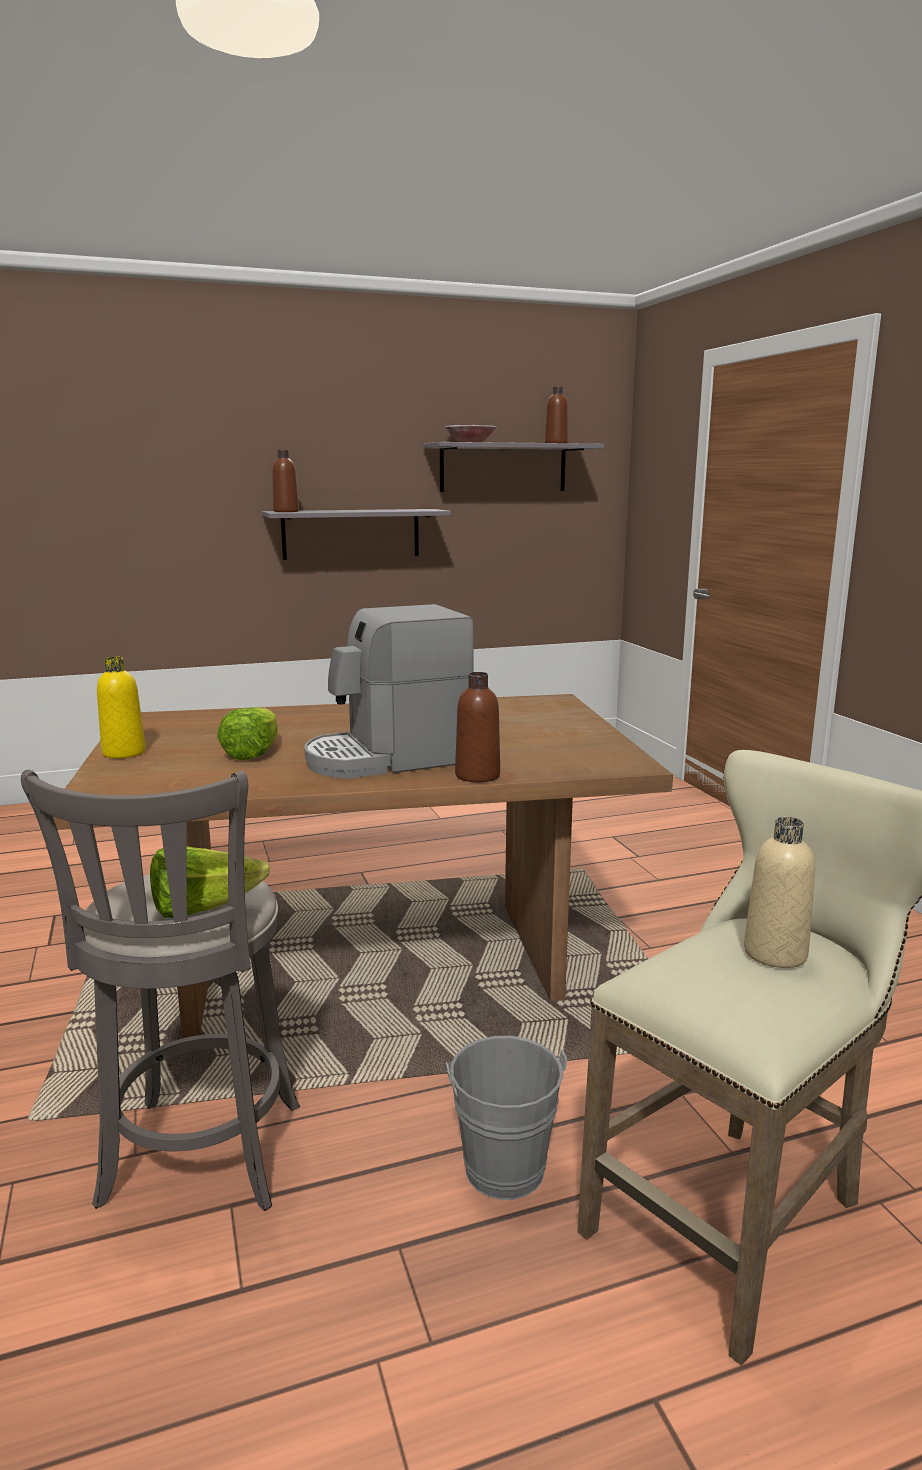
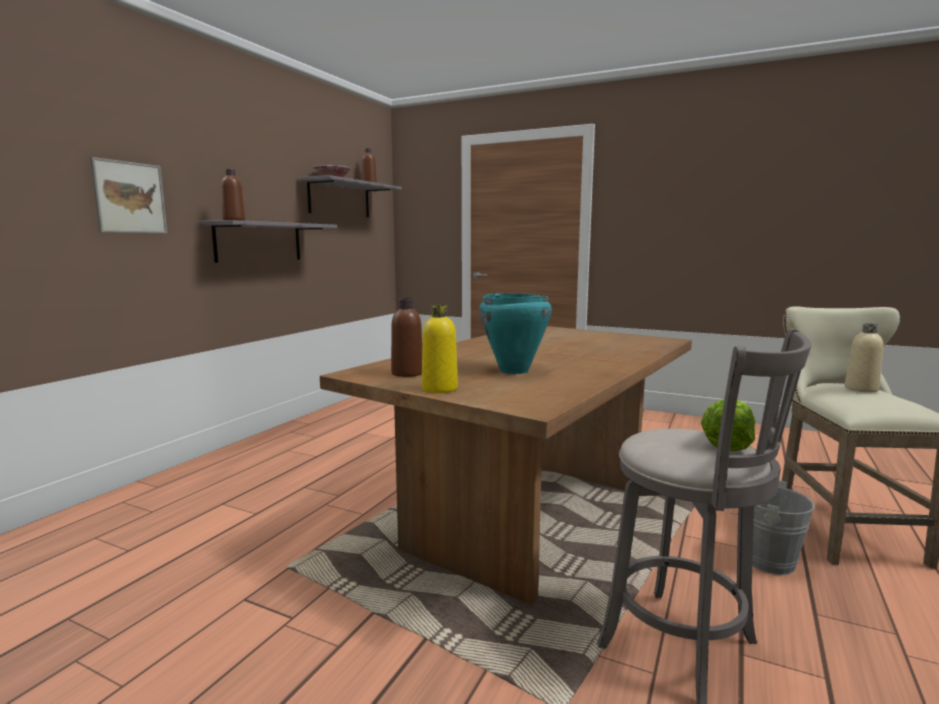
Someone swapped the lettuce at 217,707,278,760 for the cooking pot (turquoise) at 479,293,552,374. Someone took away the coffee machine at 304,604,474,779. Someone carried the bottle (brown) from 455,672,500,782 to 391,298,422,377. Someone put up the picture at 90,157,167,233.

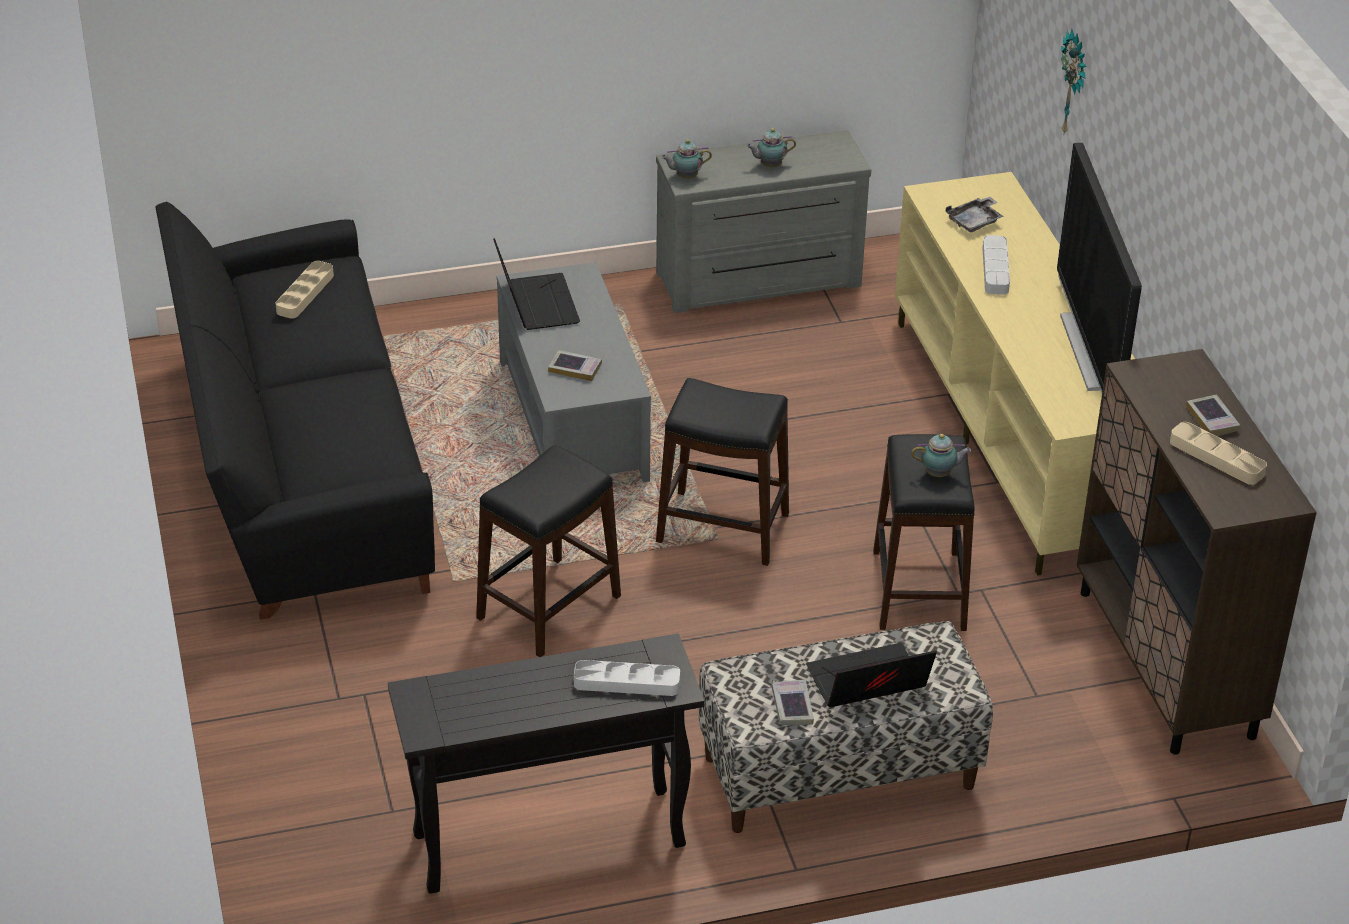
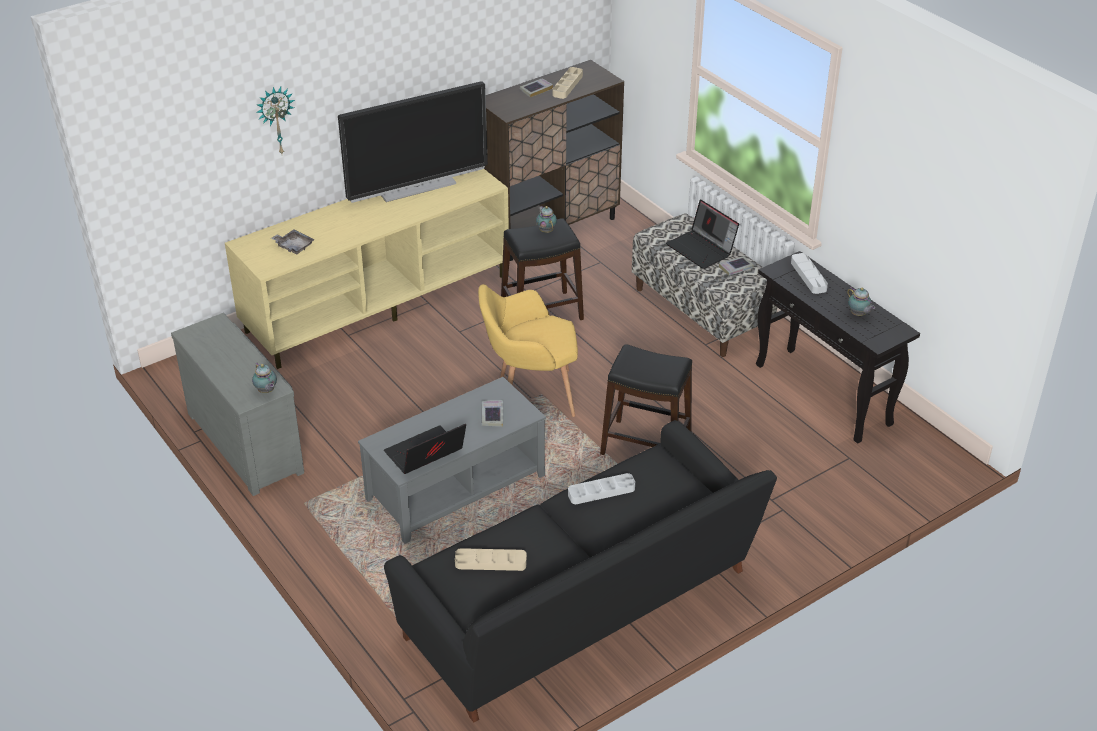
Someone swapped the stool (black) at 656,378,789,566 for the armchair (yellow) at 478,284,578,417. Someone carried the teapot from 746,128,796,167 to 847,287,875,316. Someone carried the tray (grey) from 982,235,1010,294 to 568,473,635,504.

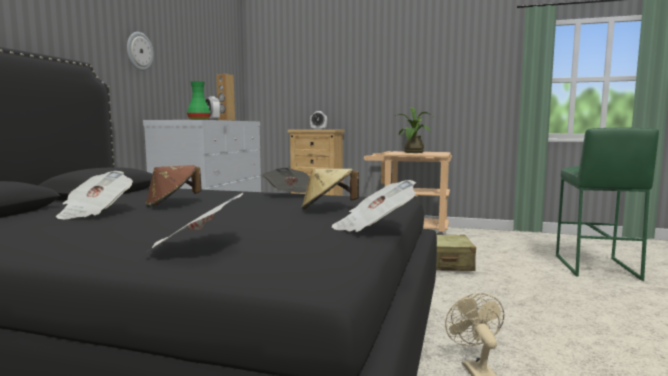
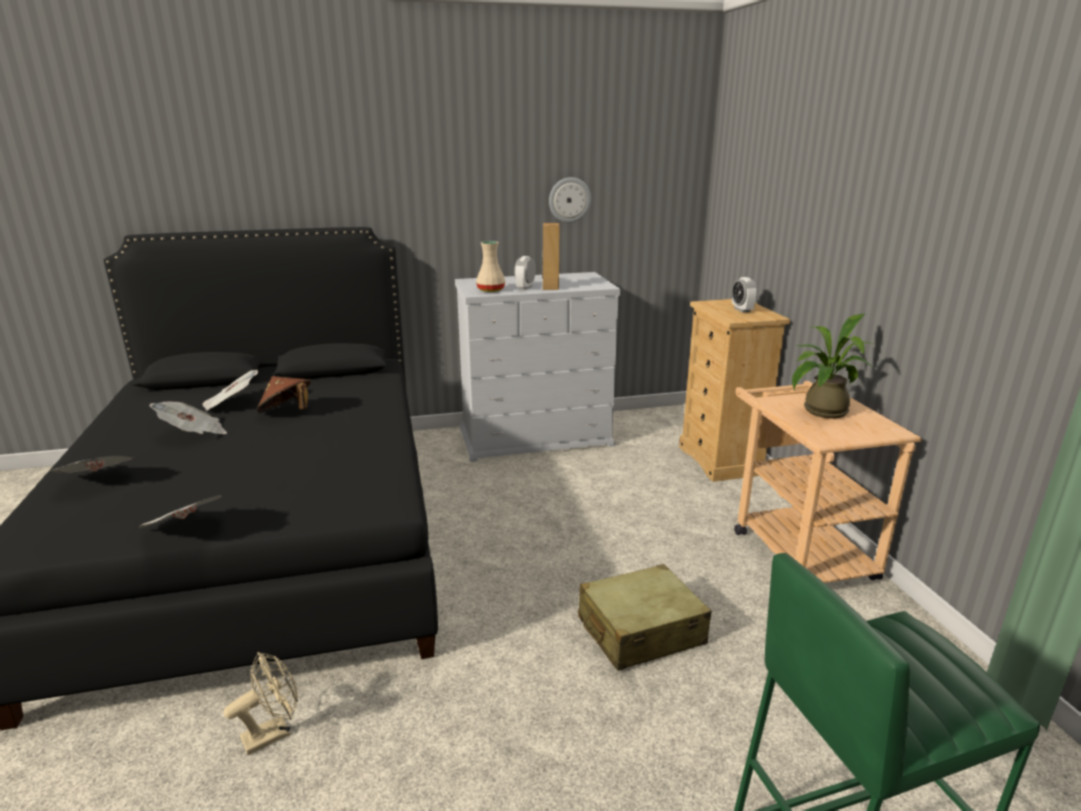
Someone carried the wall clock from 127,32,154,71 to 549,177,591,223. Someone repainted the vase (green) at 187,81,211,120, which became the vase (beige) at 476,241,505,292. Someone carried the newspaper from 262,168,310,193 to 149,402,227,434. Someone took away the hat (beige) at 301,169,359,210.

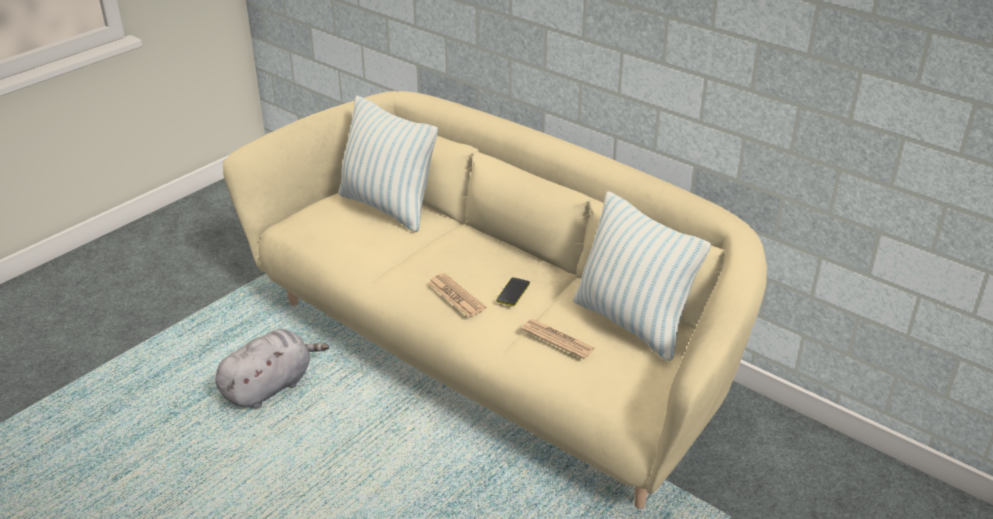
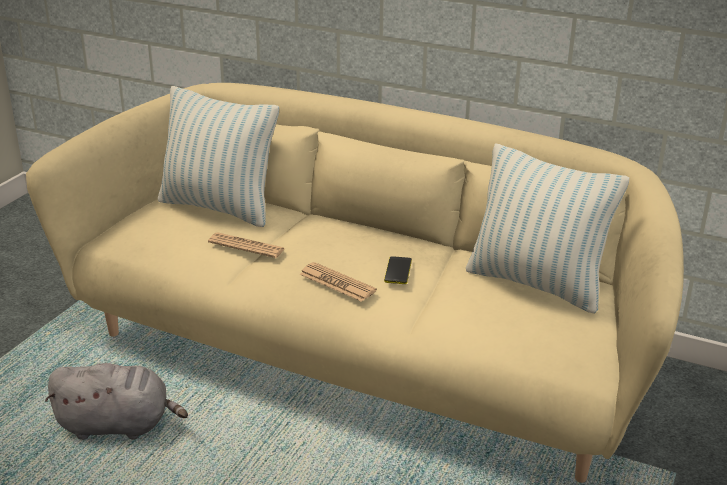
Someone rotated the plush toy (grey) at 215,329,329,409 by 60 degrees clockwise. Someone carried the newspaper from 521,319,596,359 to 208,232,285,258.

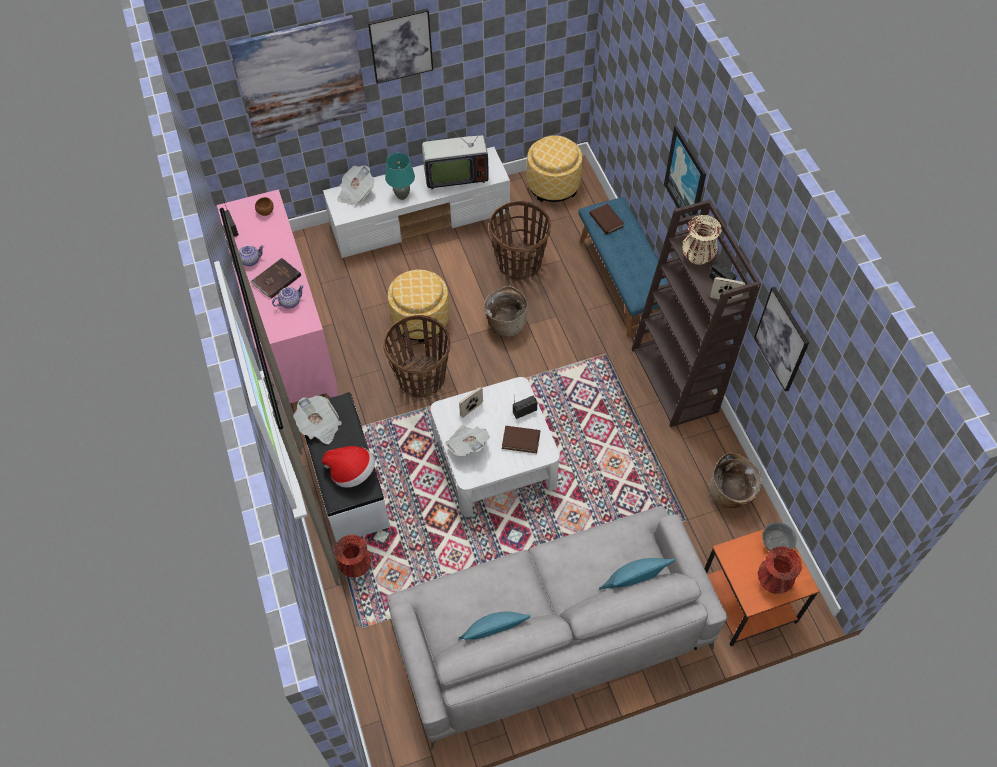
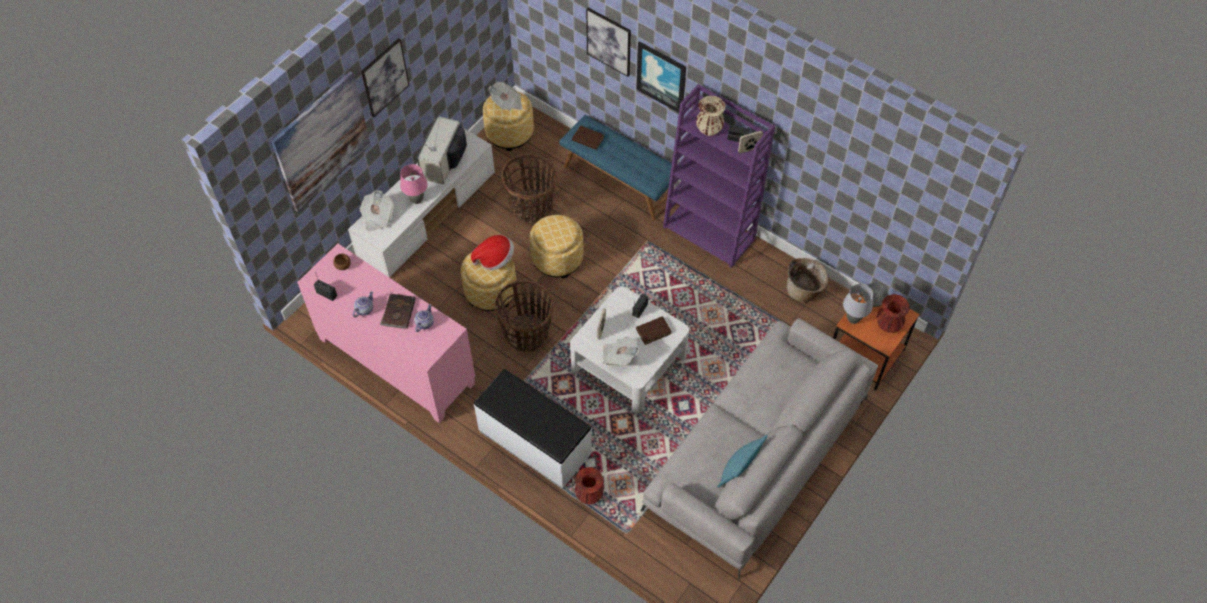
Someone carried the newspaper from 293,396,342,444 to 488,82,522,111. Someone carried the hat from 321,446,375,488 to 471,235,514,270. Someone repainted the table lamp (turquoise) at 385,153,415,200, which became the table lamp (pink) at 400,164,427,204. Someone rotated the television at 422,119,489,189 by 150 degrees clockwise. Someone swapped the basket at 484,286,528,337 for the ottoman at 530,215,584,279. Someone took away the pillow (turquoise) at 599,558,675,590. Someone repainted the bookcase (brown) at 632,200,761,427, which became the bookcase (purple) at 663,84,775,268. Someone carried the picture from 754,287,809,392 to 586,8,631,77. Someone put down the table lamp (grey) at 843,284,873,324.

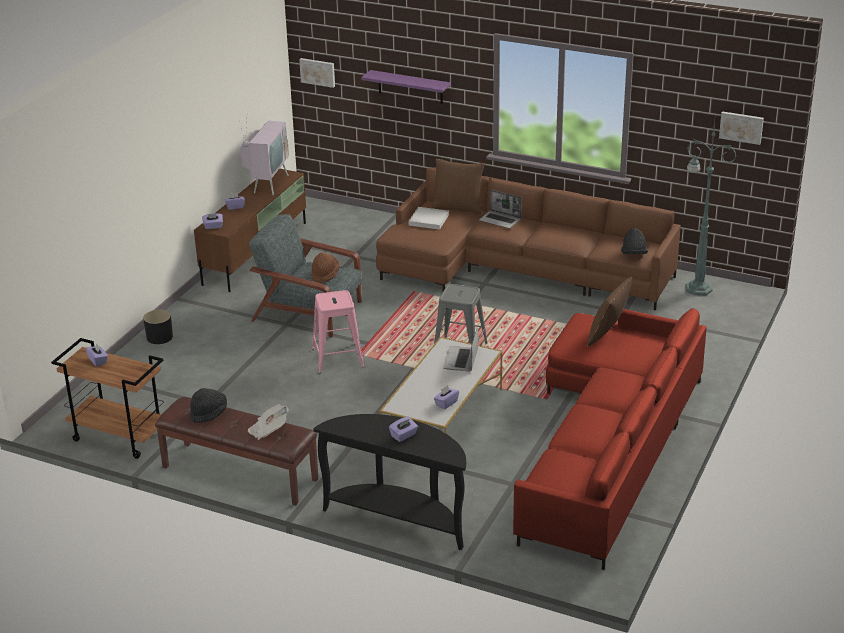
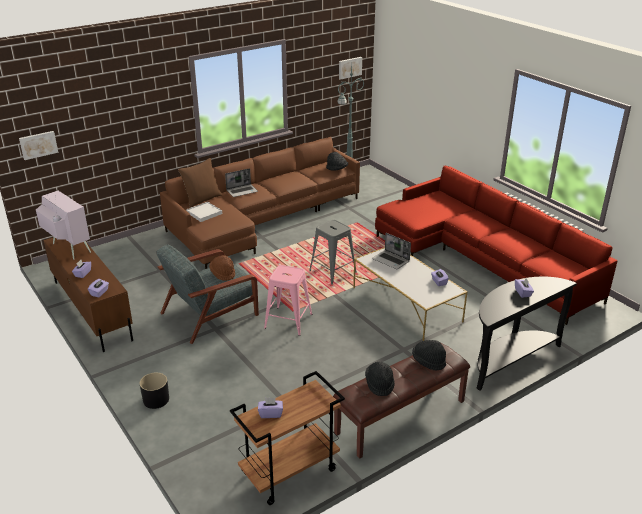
Someone swapped the newspaper at 248,404,289,440 for the hat (black) at 412,340,446,370. Someone took away the shelf (purple) at 361,70,451,104. Someone took away the pillow (brown) at 587,277,632,347.

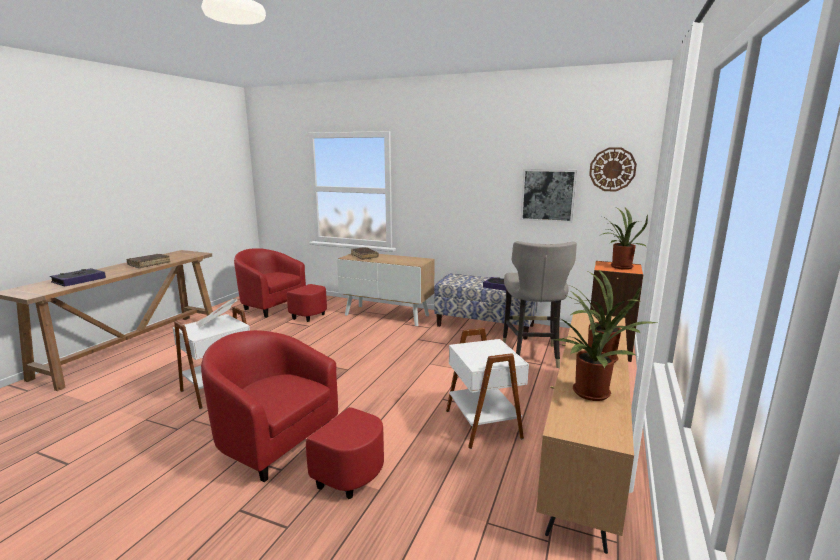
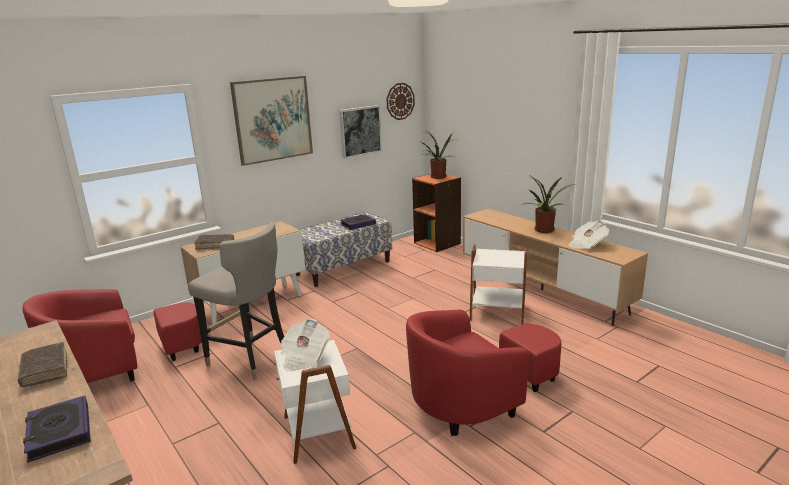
Someone carried the stool (grey) from 503,241,577,368 to 188,222,284,380. Someone swapped the potted plant at 554,292,657,401 for the newspaper at 569,221,609,249. Someone put up the picture at 230,76,313,166.

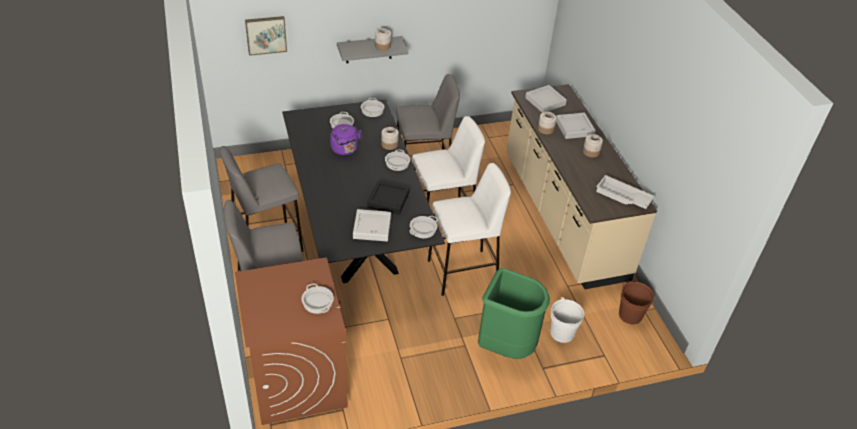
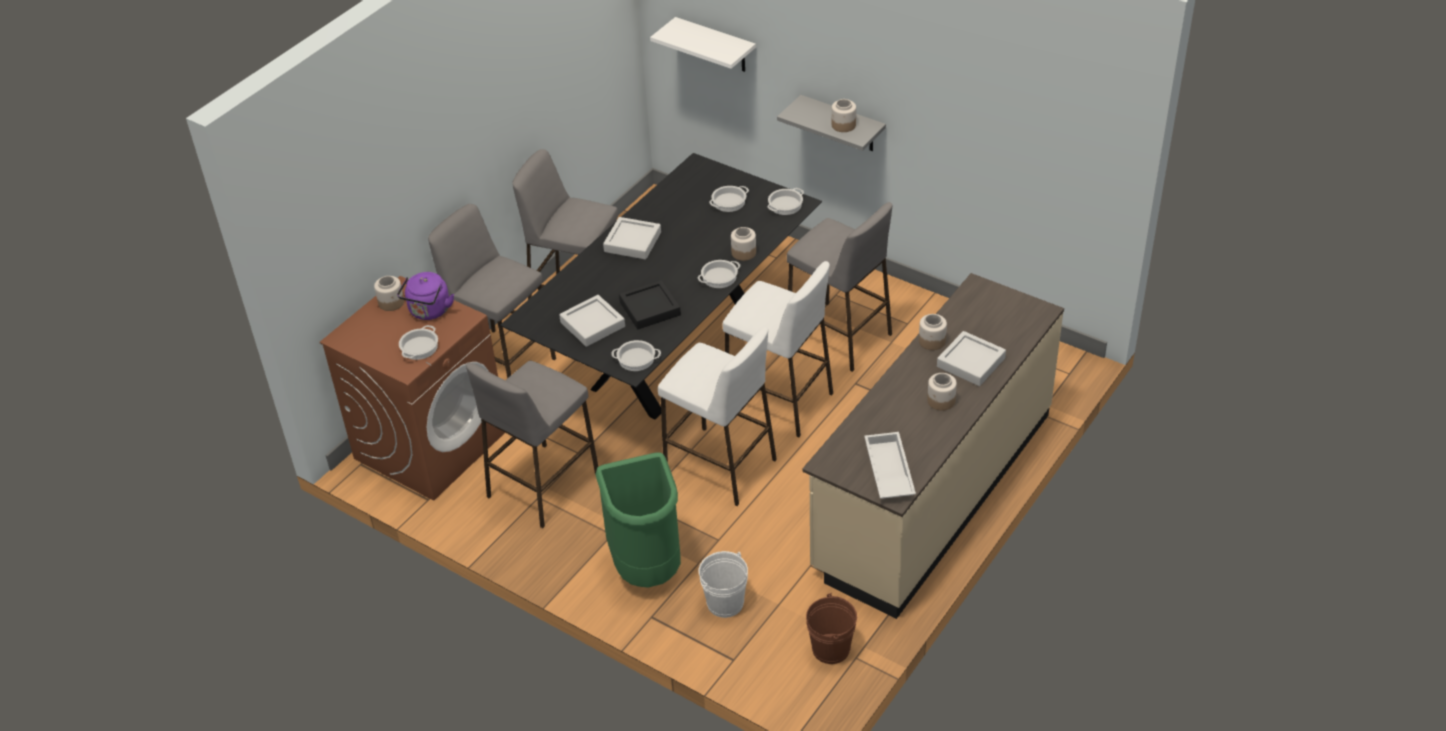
Someone swapped the picture at 245,16,287,56 for the shelf (white) at 650,17,756,72. Someone carried the kettle (purple) from 330,124,362,155 to 397,272,454,320. Someone carried the tray (grey) from 525,85,567,113 to 603,217,661,260. Someone put down the jar at 374,276,404,311. Someone put down the stool (grey) at 466,361,598,528.

